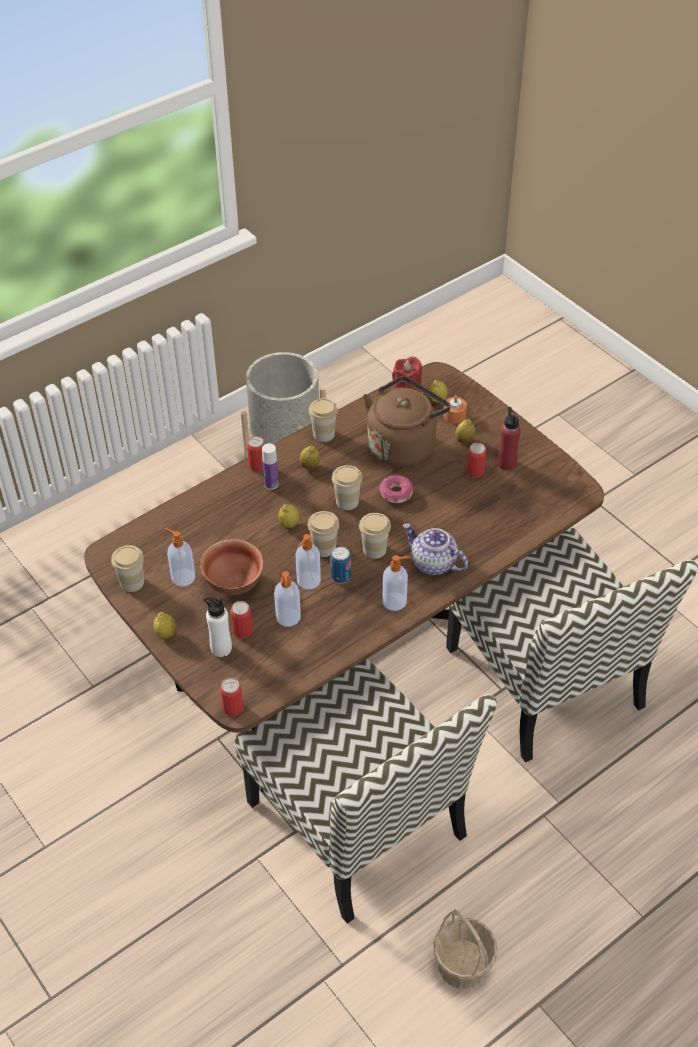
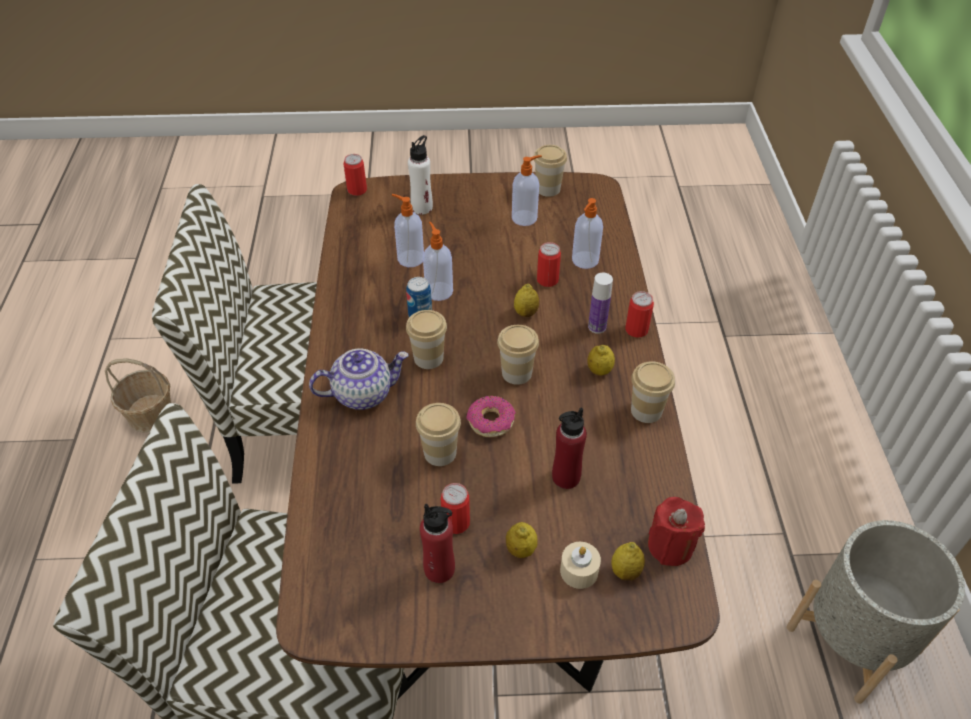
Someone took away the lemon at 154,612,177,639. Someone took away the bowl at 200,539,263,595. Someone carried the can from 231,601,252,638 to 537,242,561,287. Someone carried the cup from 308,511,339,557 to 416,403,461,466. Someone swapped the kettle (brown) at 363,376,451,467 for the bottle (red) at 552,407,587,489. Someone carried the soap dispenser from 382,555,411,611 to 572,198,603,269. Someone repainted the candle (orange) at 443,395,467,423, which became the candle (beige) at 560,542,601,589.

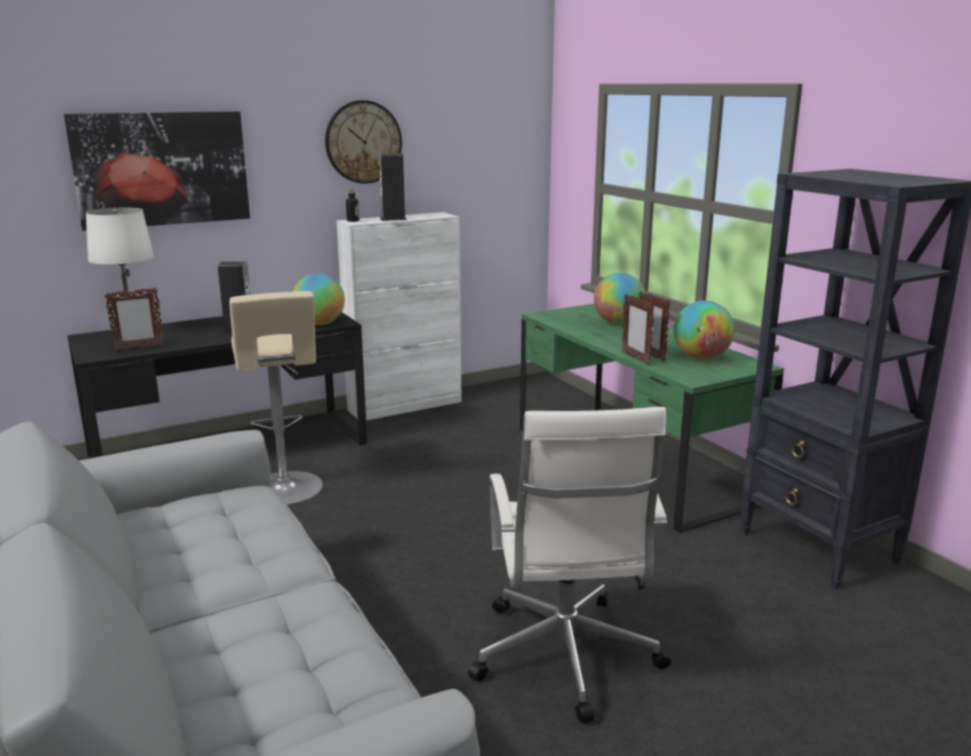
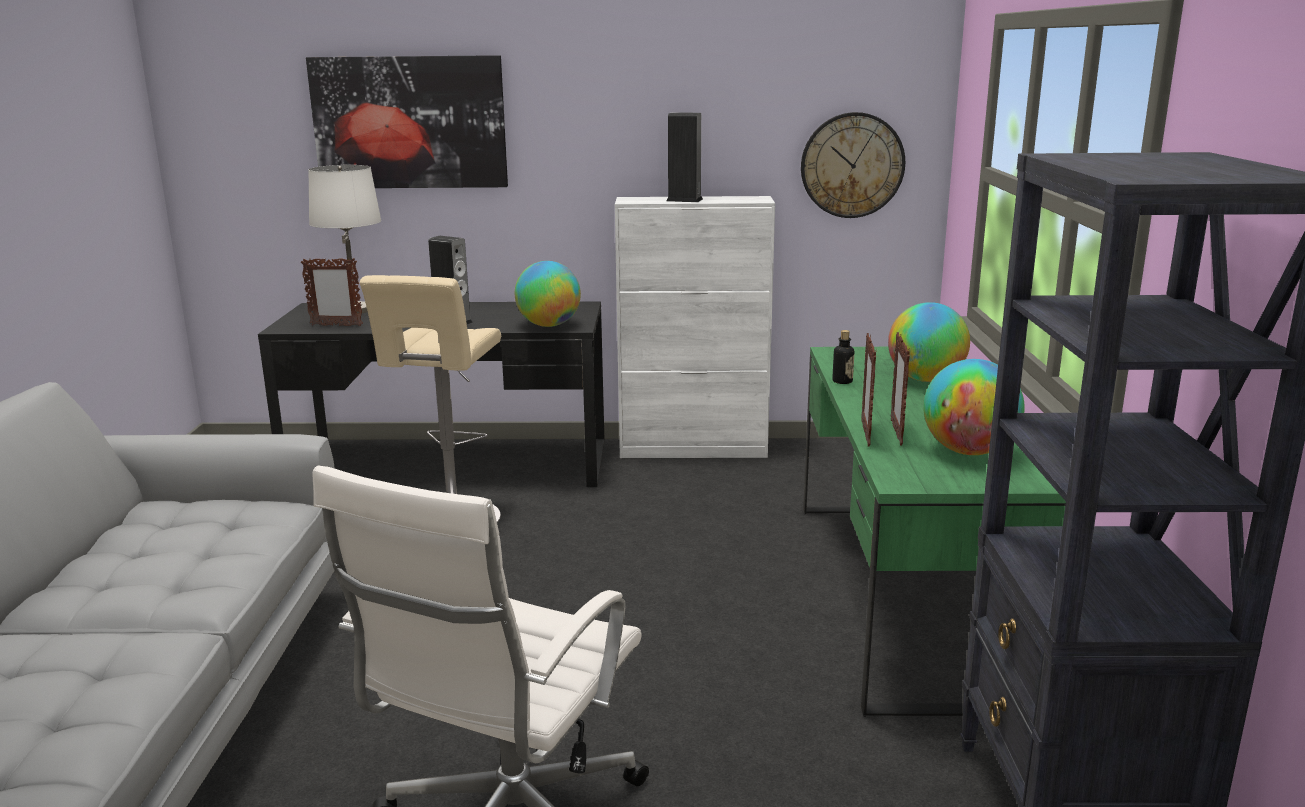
Someone carried the wall clock from 325,100,402,184 to 801,112,905,218. Someone carried the bottle from 346,188,359,222 to 832,330,854,384.

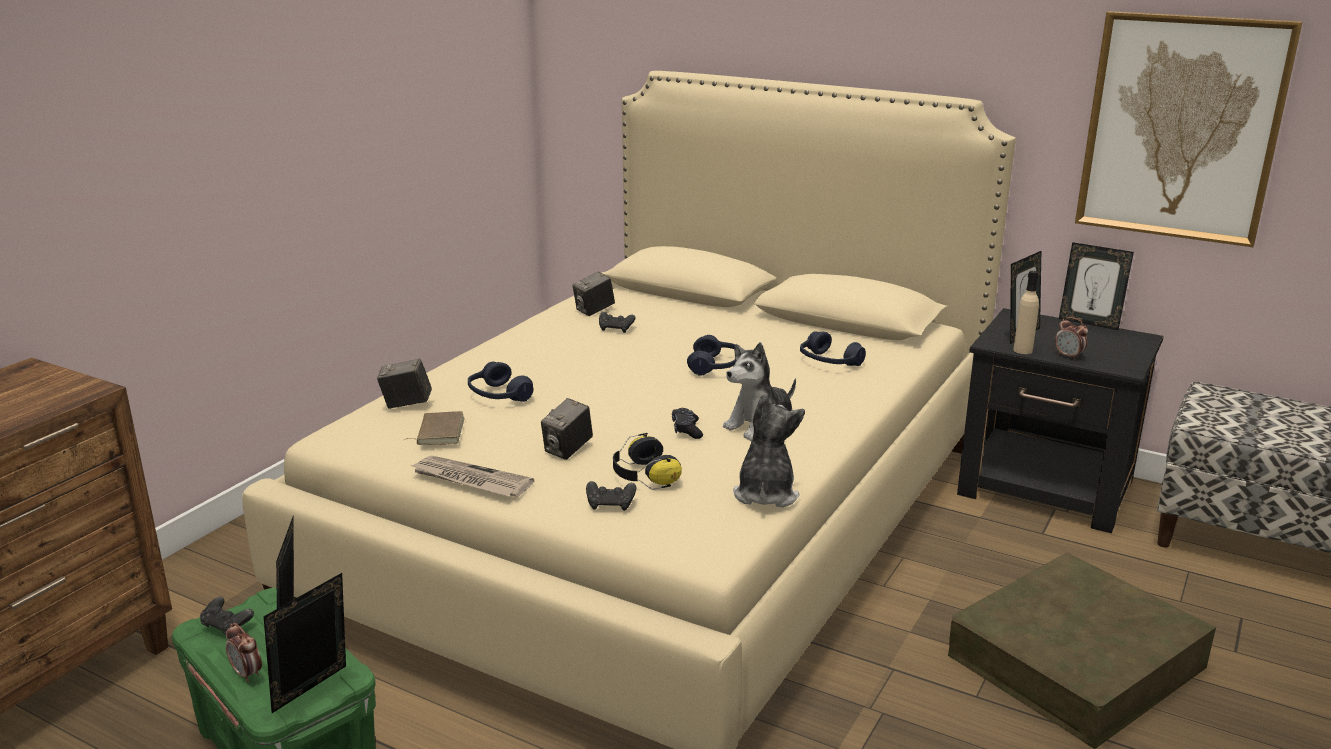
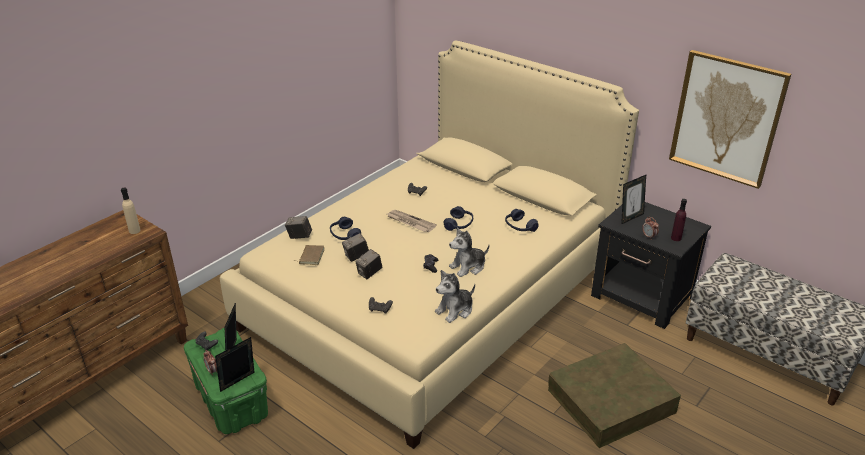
Someone carried the newspaper from 410,456,534,497 to 387,210,437,232. Someone carried the photo camera from 572,271,615,316 to 342,233,369,262. Someone took away the headphones at 613,433,682,490. Someone rotated the plush toy at 733,393,805,507 by 150 degrees counterclockwise. Someone carried the bottle (beige) from 1013,271,1039,354 to 121,188,140,234. Someone took away the picture frame at 1059,242,1134,330. Someone put down the bottle (purple) at 671,199,687,241.

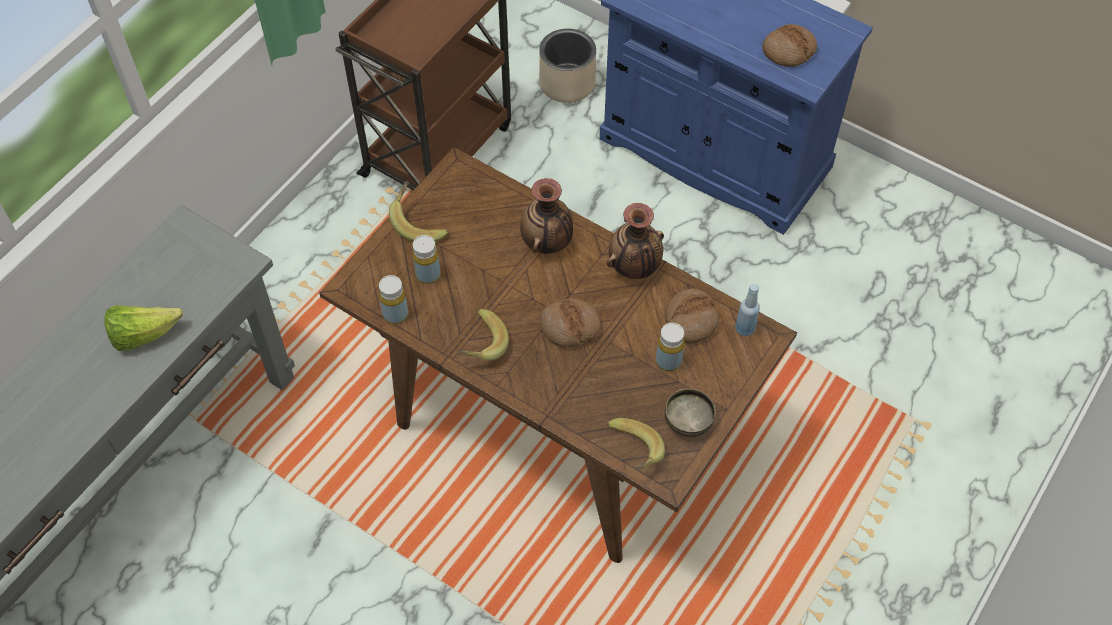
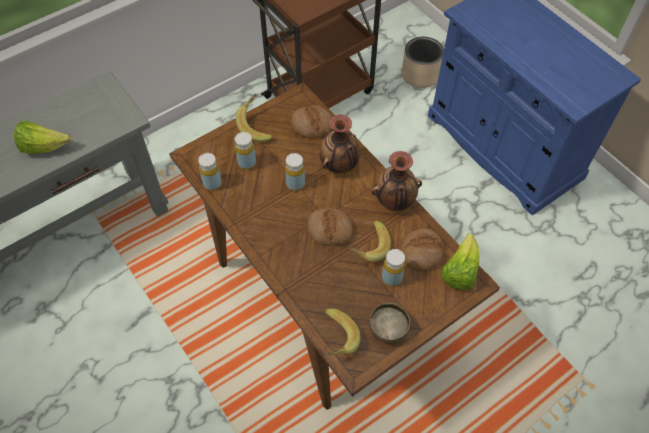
Someone carried the banana from 458,309,509,361 to 348,221,391,262. Someone swapped the bottle (blue) at 735,284,760,336 for the lettuce at 441,233,479,290. Someone carried the bread from 762,24,817,67 to 291,105,332,138. Someone put down the bottle (yellow) at 285,153,305,191.

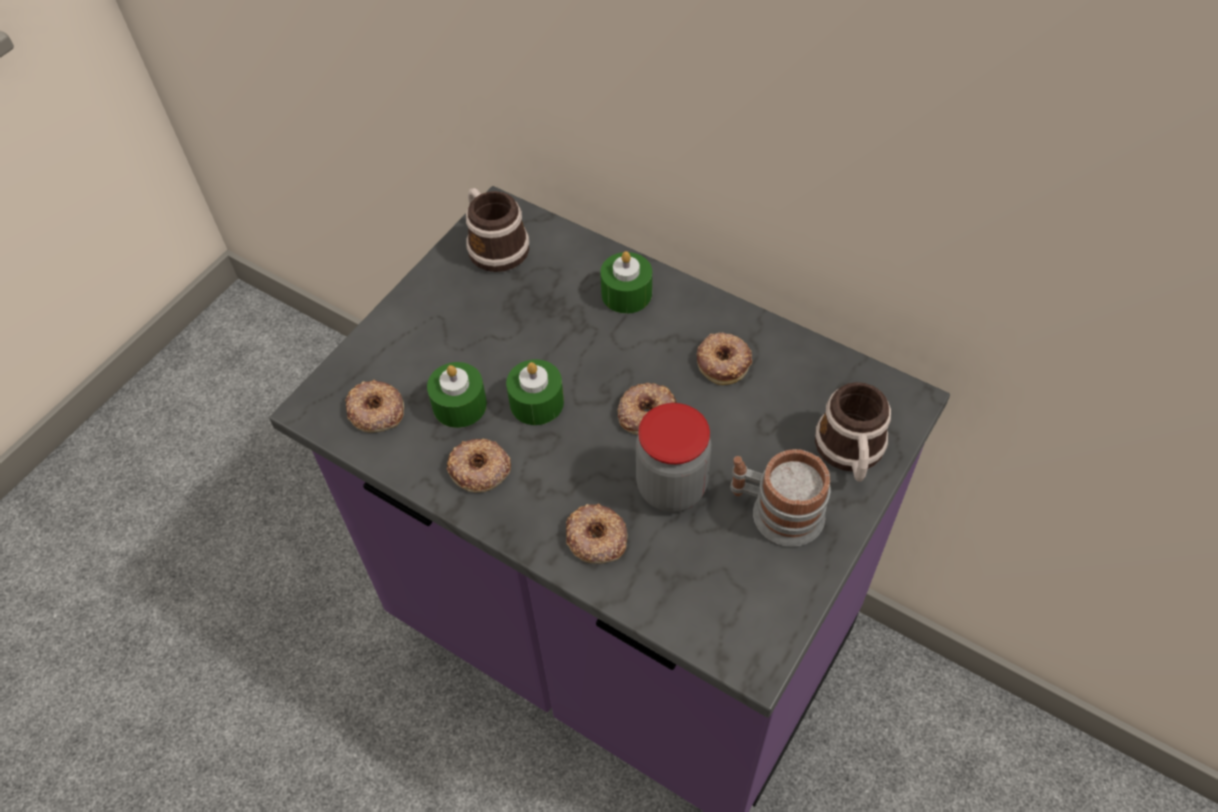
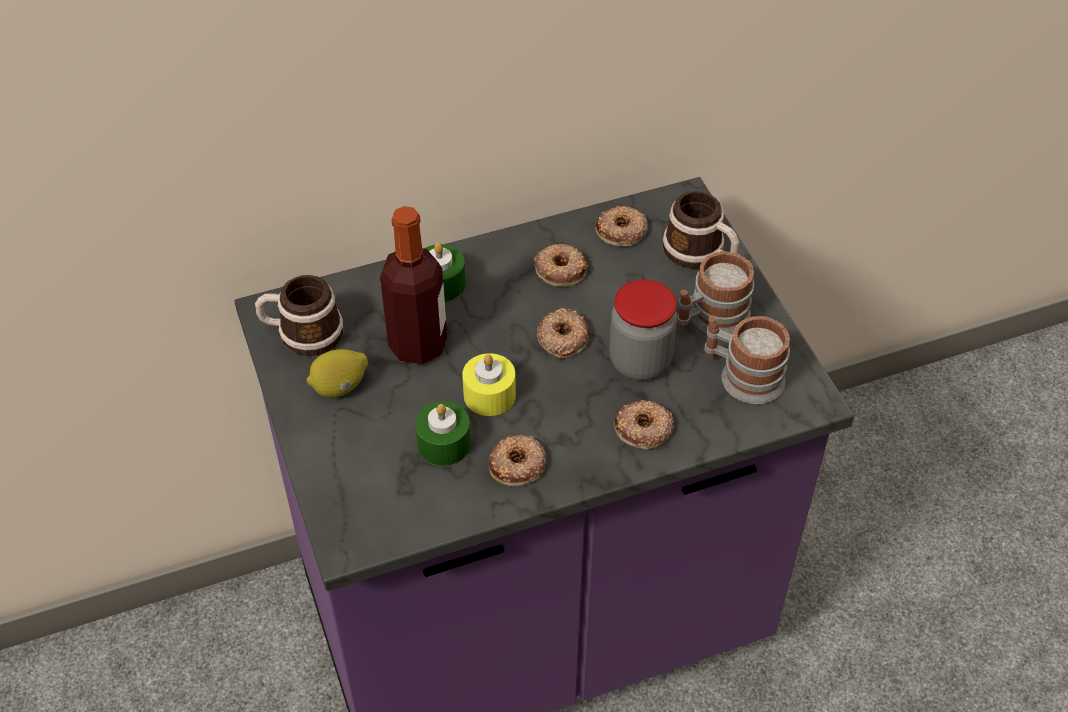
Someone carried the donut from 345,379,404,433 to 596,206,648,247. Someone repainted the candle (green) at 506,359,564,425, which became the candle (yellow) at 462,353,516,416. Someone put down the lemon at 307,349,368,398. Someone put down the bottle at 380,206,447,365. Someone put down the mug at 704,316,790,404.

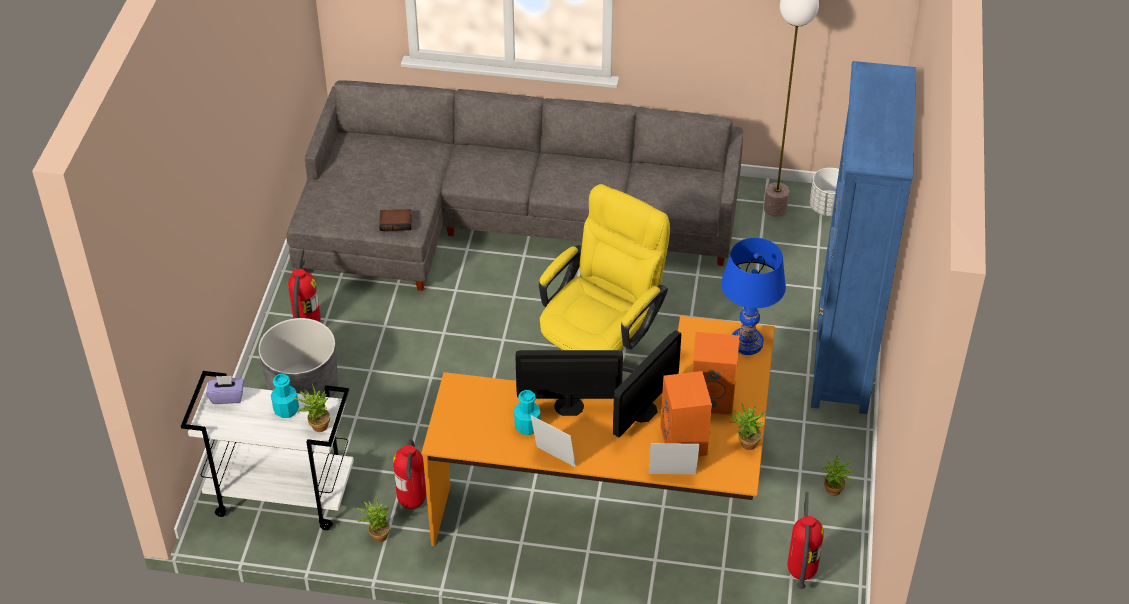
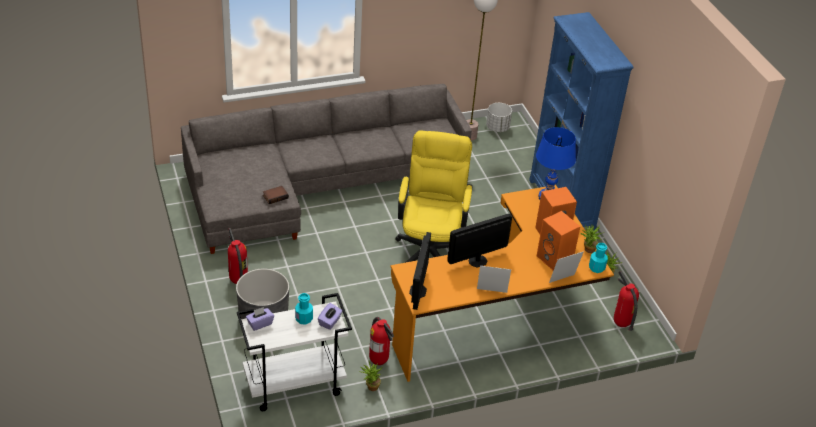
Someone swapped the potted plant at 294,384,330,432 for the tissue box (purple) at 318,303,342,330. Someone carried the bottle (turquoise) from 514,390,540,435 to 589,243,608,273. Someone carried the monitor from 613,330,681,437 to 409,232,431,310.

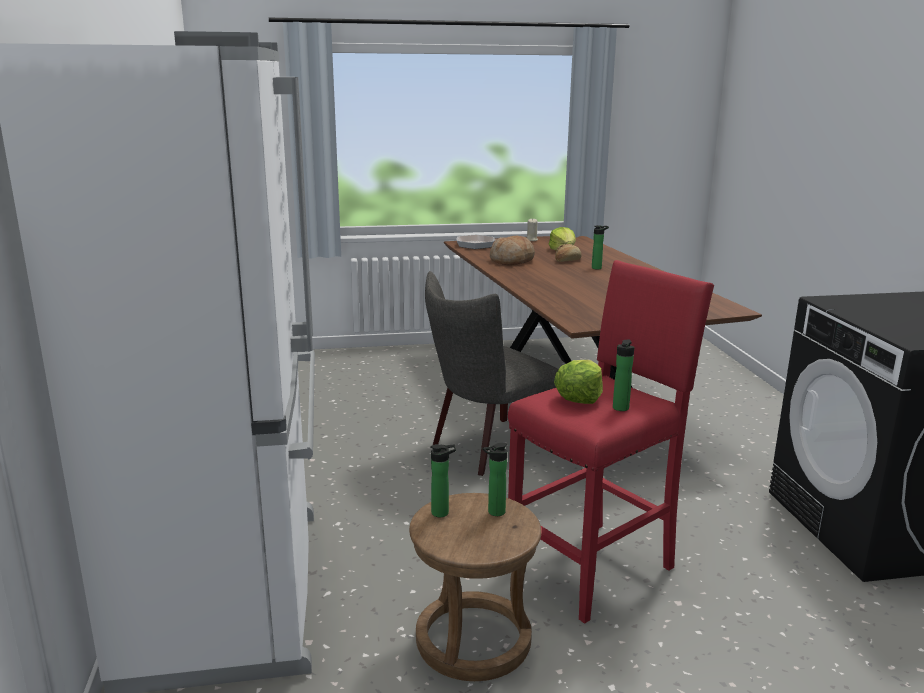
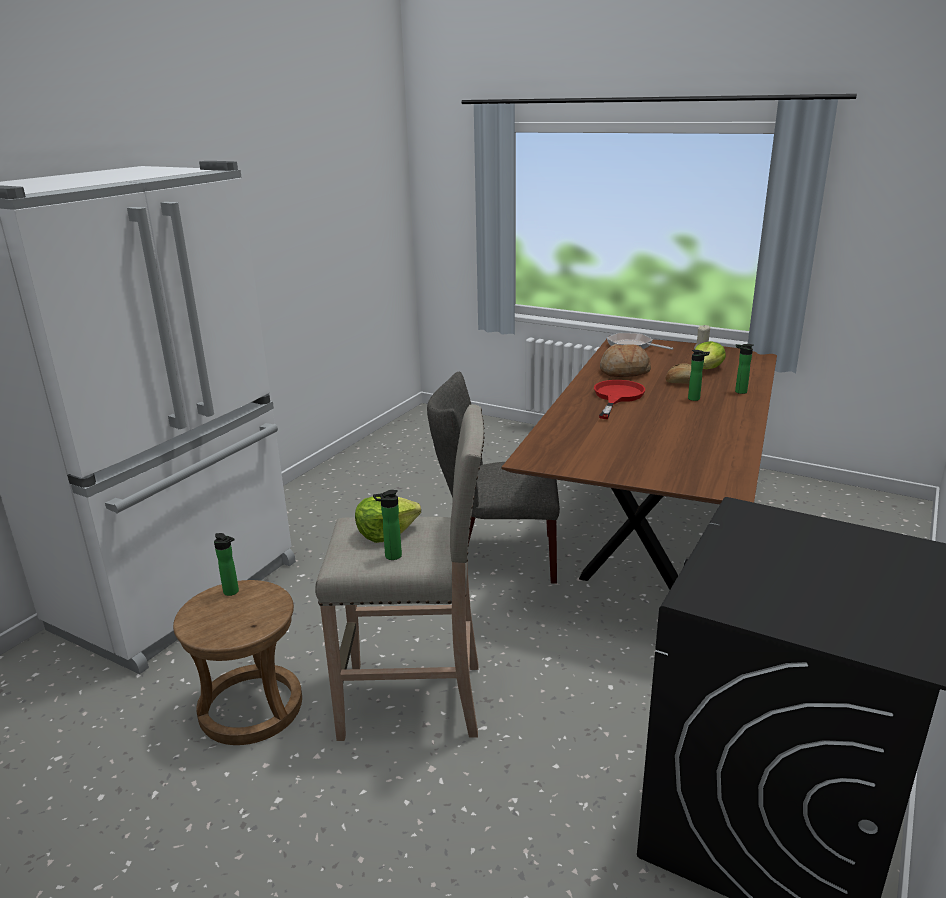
Someone carried the bottle from 482,443,507,516 to 735,344,753,394. Someone repainted the stool (red) at 508,260,714,624, which became the stool (beige) at 315,404,484,741. Someone put down the frying pan (red) at 594,380,645,419.

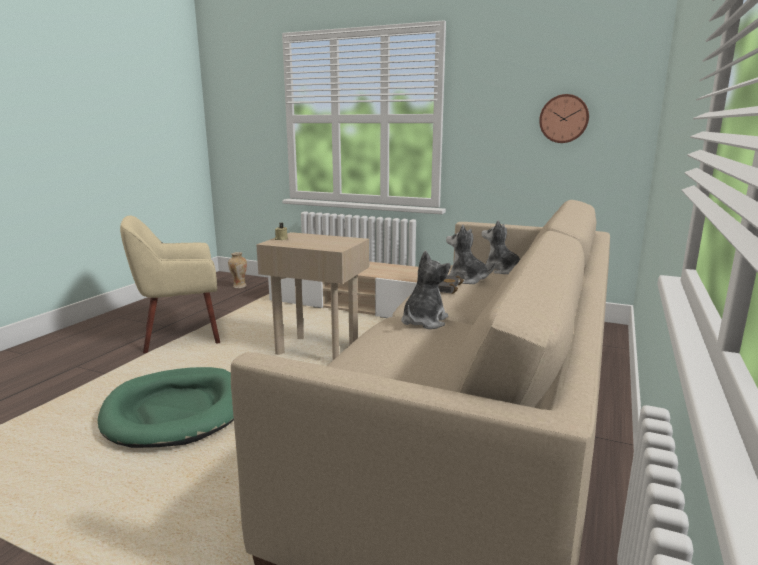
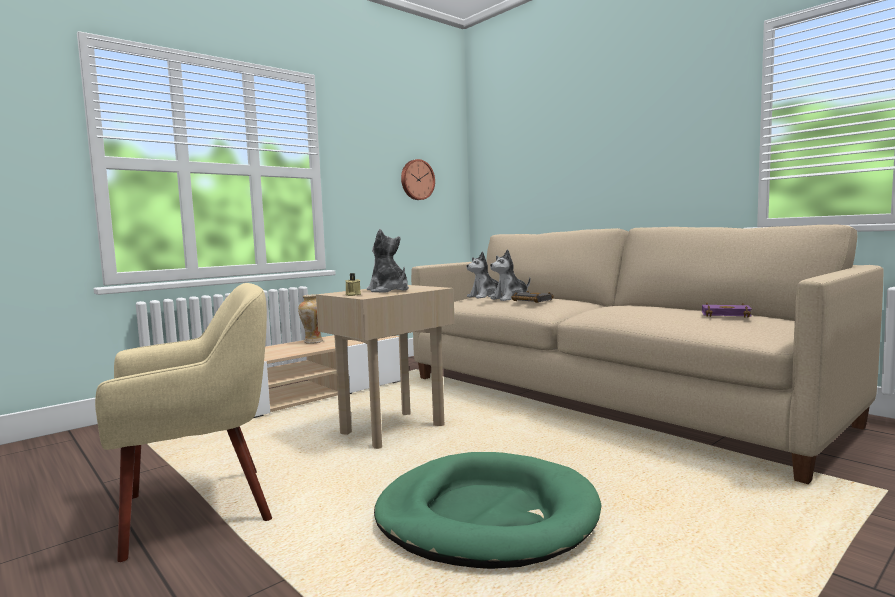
Someone rotated the armchair (beige) at 120,215,220,353 by 120 degrees counterclockwise. Someone carried the vase from 228,252,247,288 to 298,295,323,344. Someone carried the plush toy from 401,251,451,329 to 367,229,409,293. Someone put down the book (purple) at 702,303,752,317.

